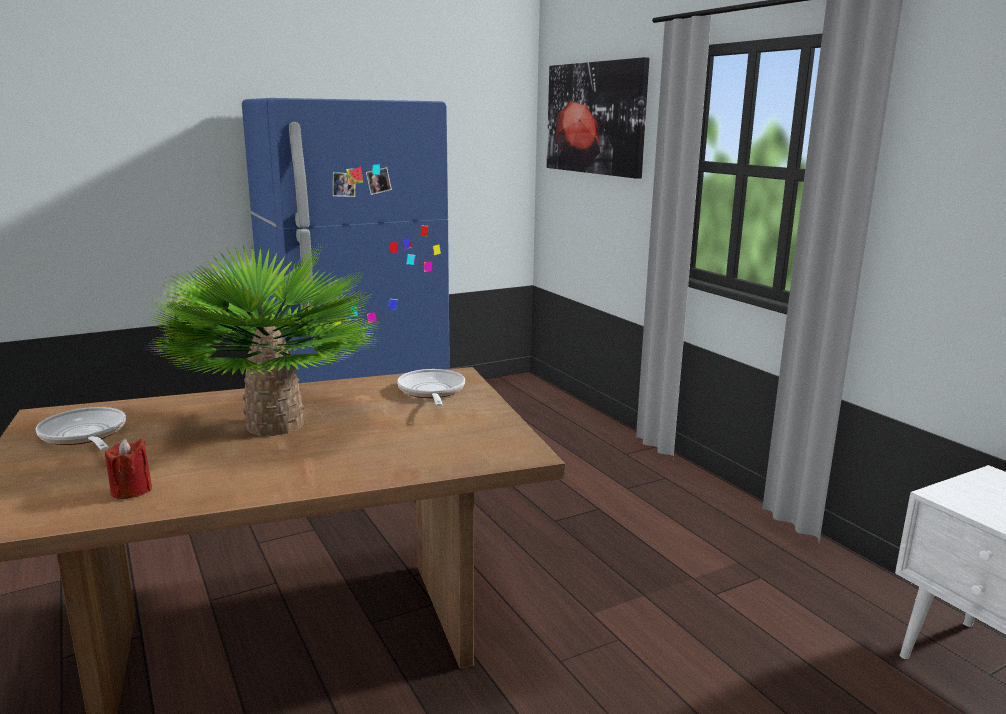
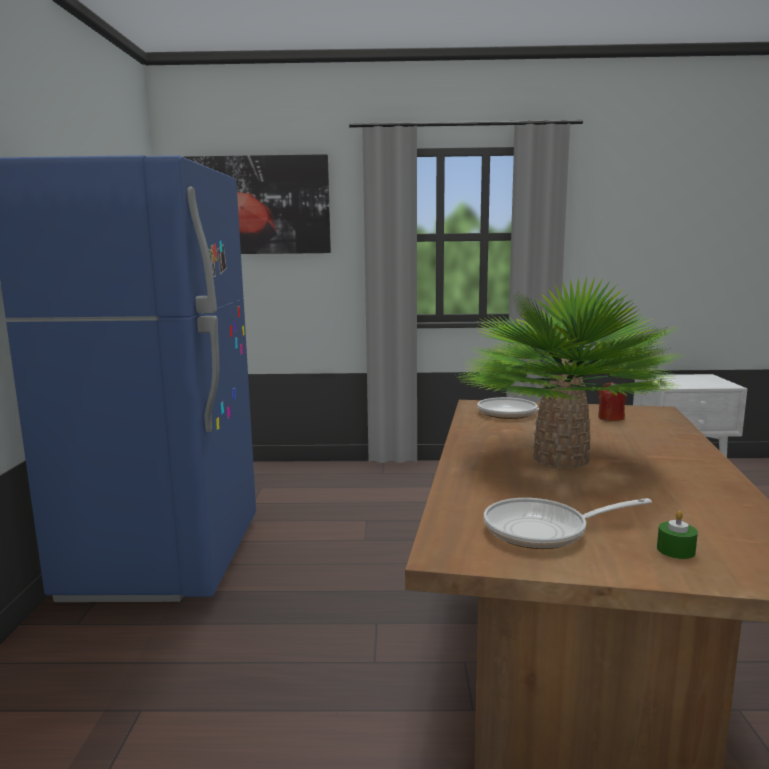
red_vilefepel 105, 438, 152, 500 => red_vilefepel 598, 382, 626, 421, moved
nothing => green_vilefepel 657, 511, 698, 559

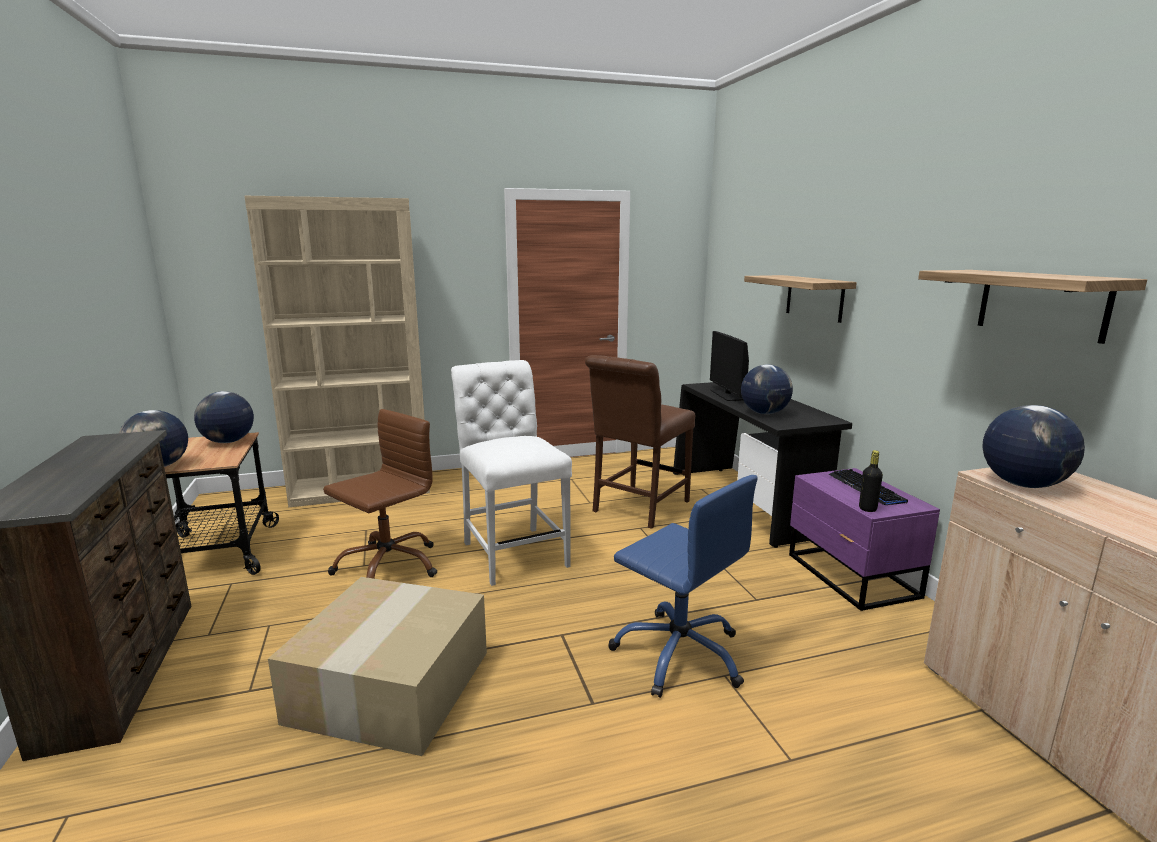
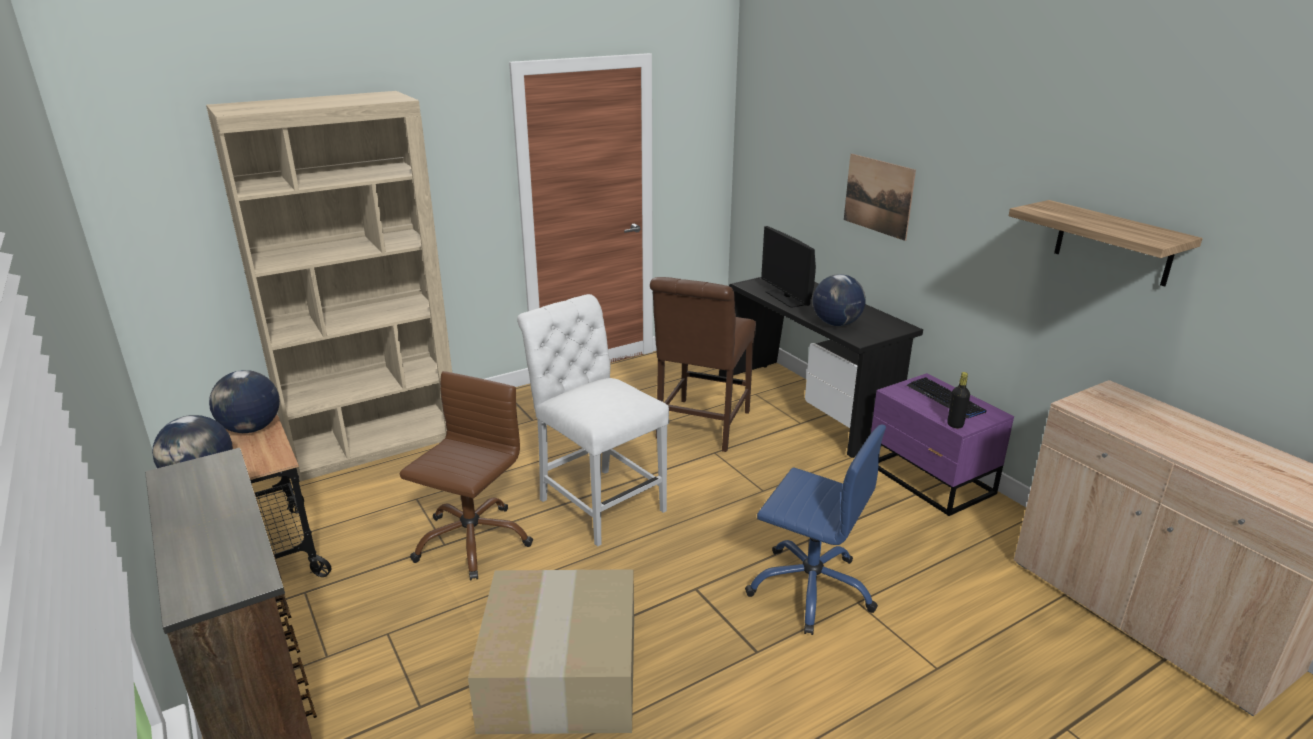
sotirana 744, 275, 857, 323 => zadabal 844, 154, 916, 241
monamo 982, 405, 1085, 488 => nothing

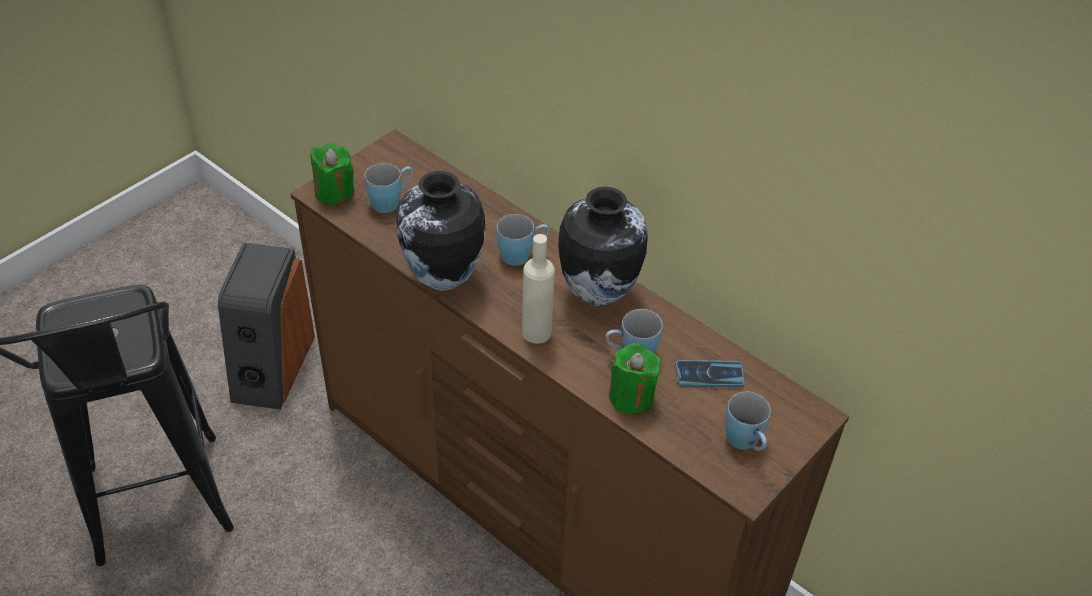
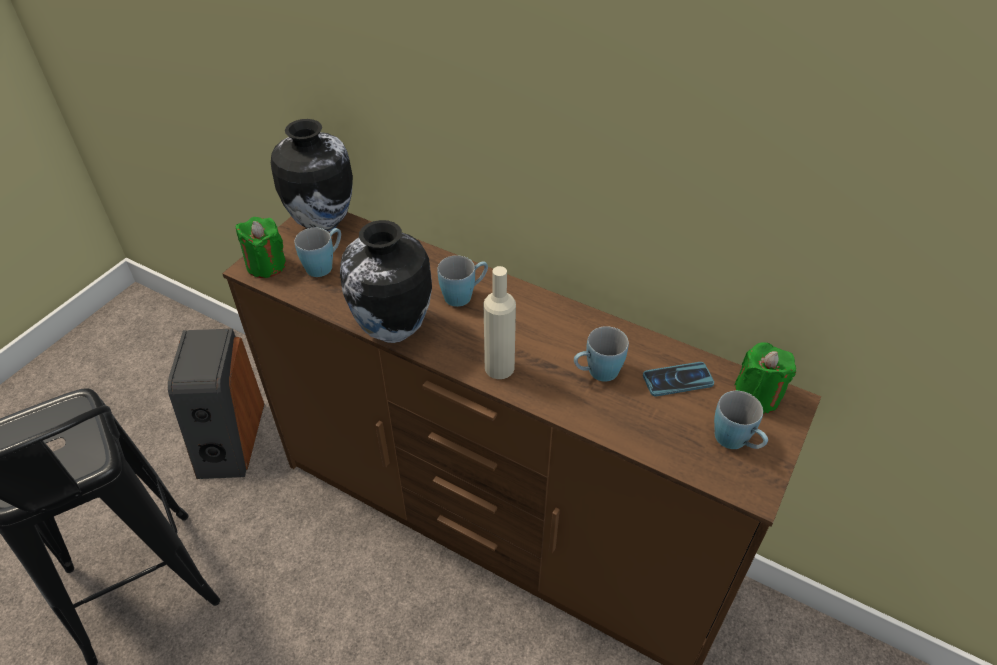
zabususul 558, 187, 648, 307 => zabususul 271, 119, 353, 232, moved
green_vilefepel 609, 343, 661, 414 => green_vilefepel 735, 342, 796, 414, moved

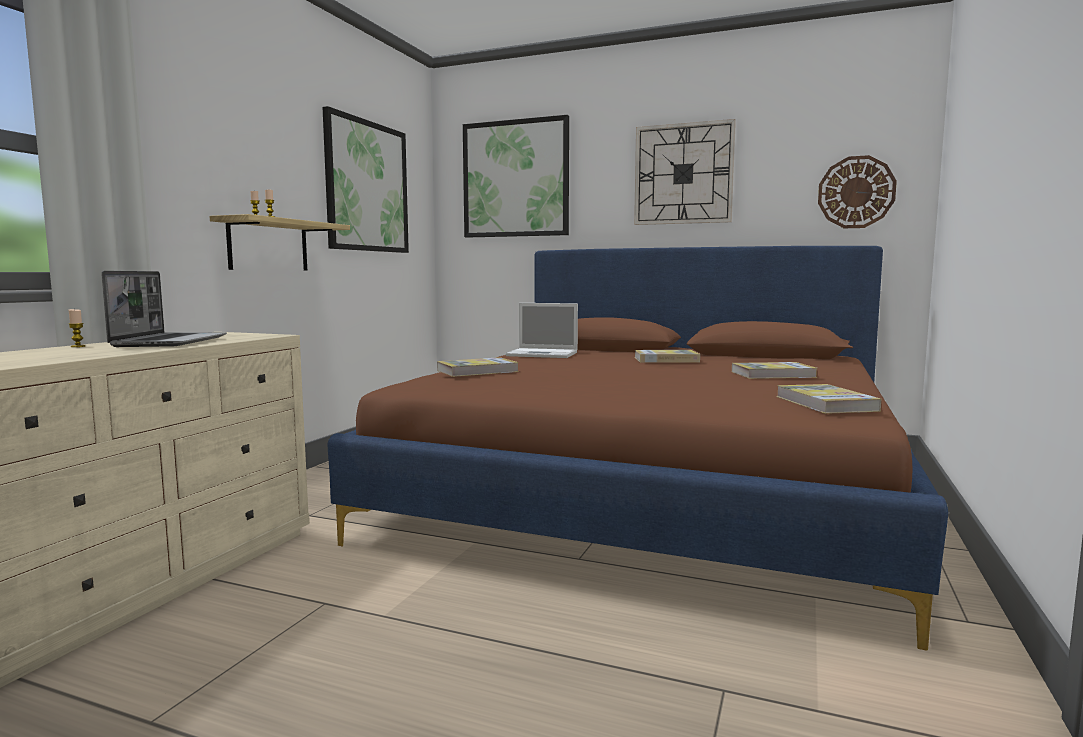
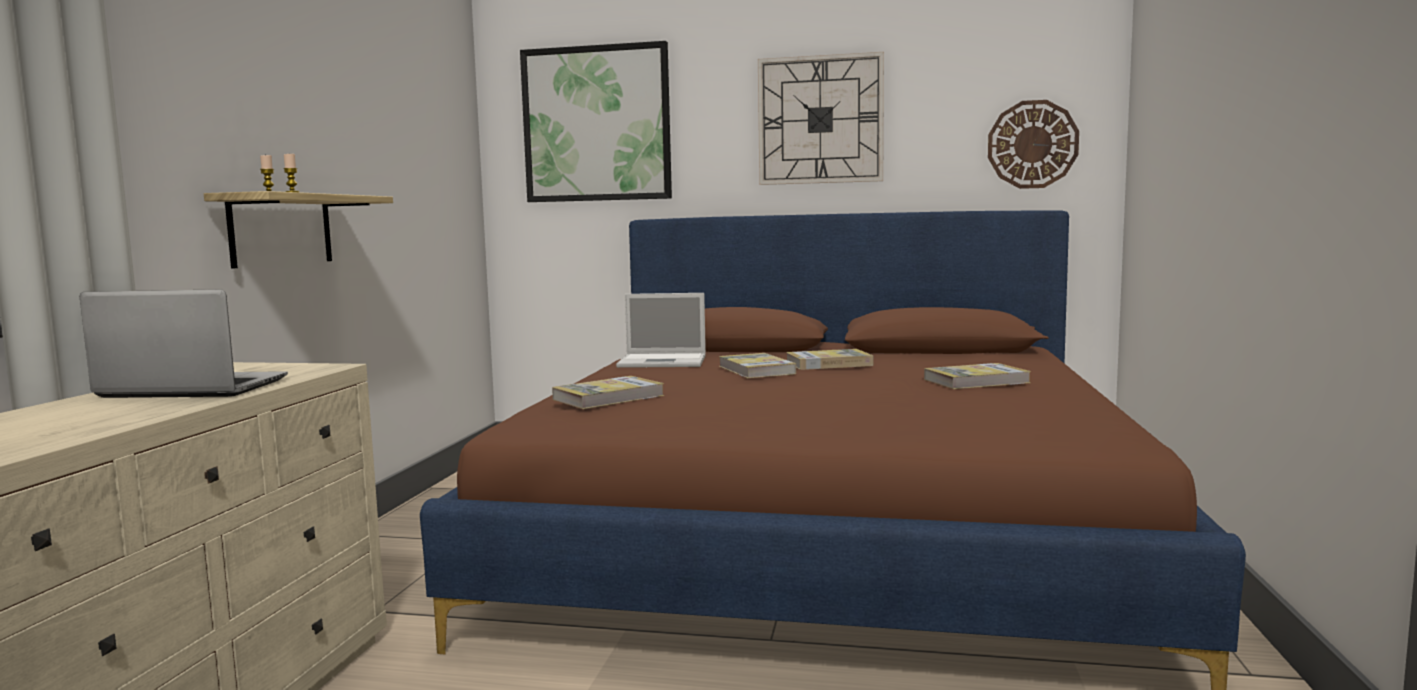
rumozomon 101, 271, 227, 347 => rumozomon 80, 289, 288, 398, 75 degrees counterclockwise
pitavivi 777, 384, 881, 414 => pitavivi 719, 353, 796, 378, moved
vilefepel 68, 309, 86, 347 => nothing
zadabal 322, 106, 409, 253 => nothing

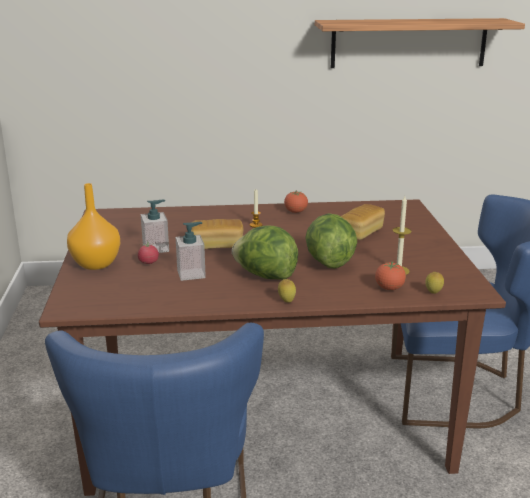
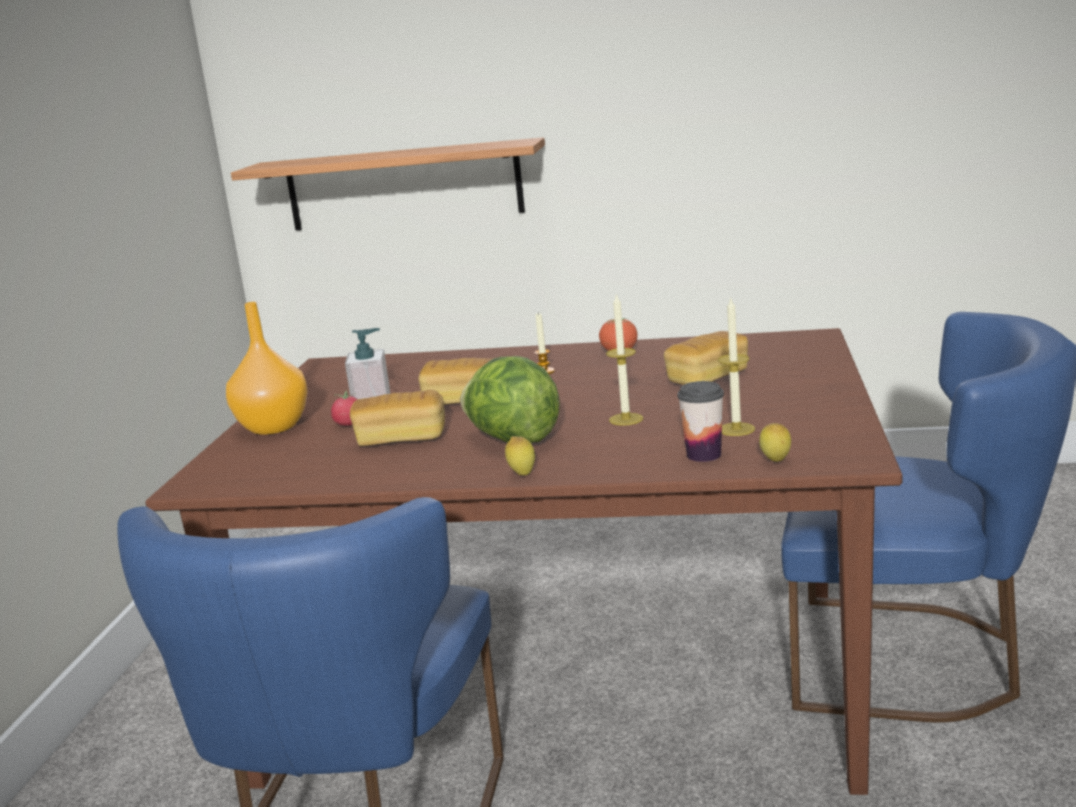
sotirana 315, 18, 525, 68 => sotirana 231, 137, 545, 230, moved
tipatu 176, 222, 206, 281 => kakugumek 350, 390, 445, 446
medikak 305, 213, 357, 269 => vilefepel 606, 294, 643, 426
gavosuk 375, 261, 406, 290 => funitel 677, 381, 724, 462

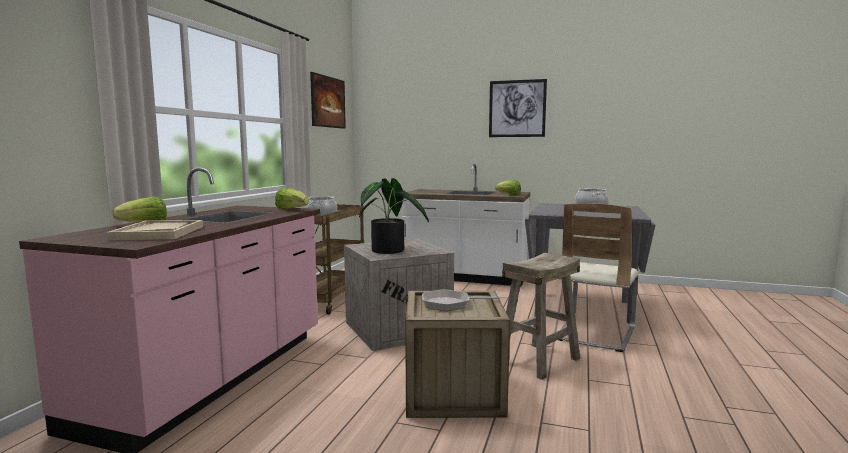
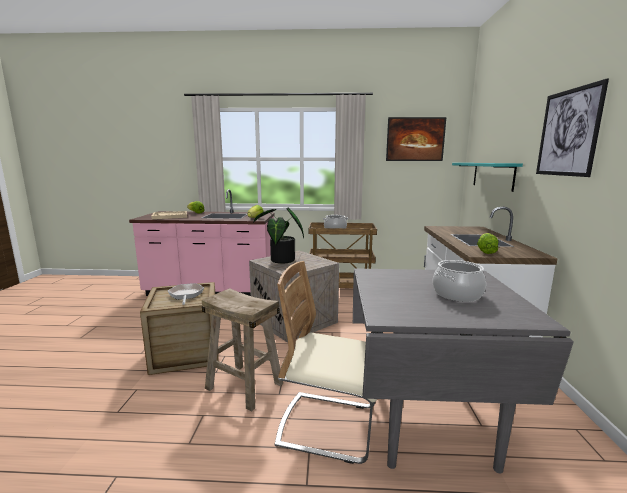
nothing => turquoise_sotirana 452, 163, 523, 192

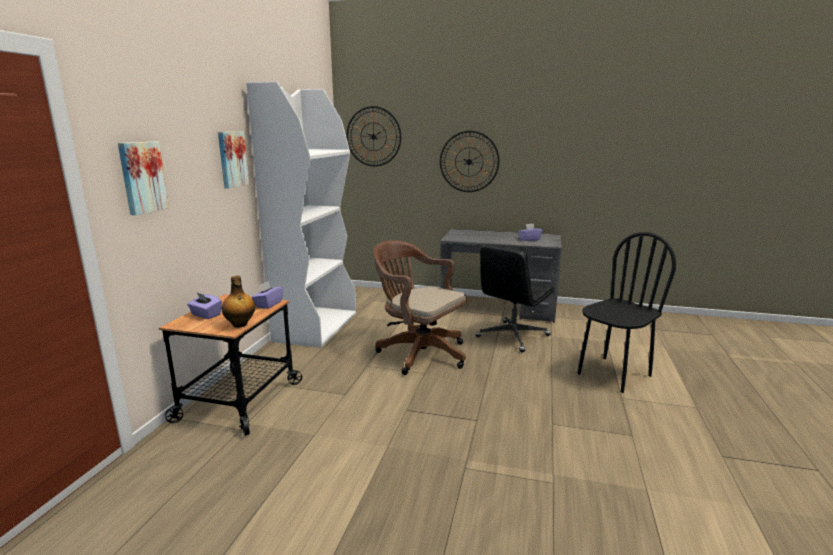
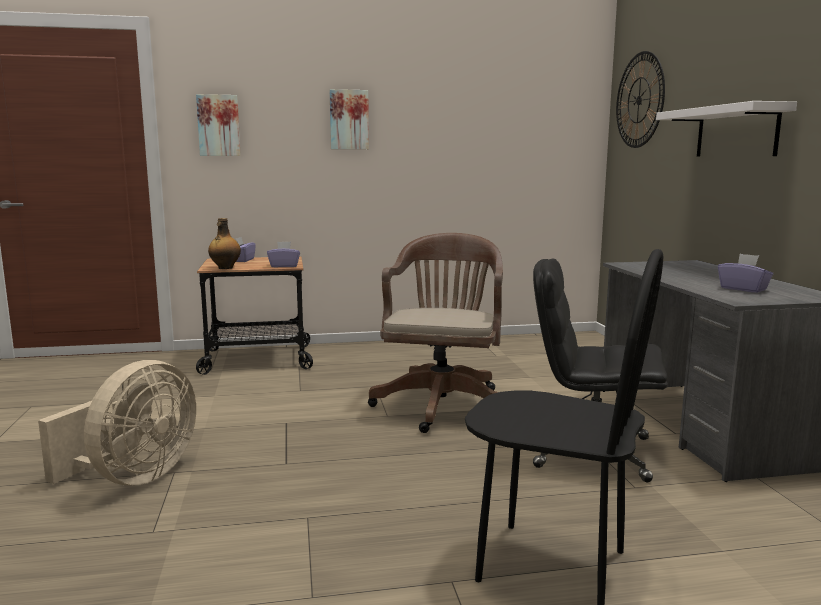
nothing => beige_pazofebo 38, 360, 196, 486
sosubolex 440, 131, 499, 192 => white_sotirana 656, 101, 797, 157
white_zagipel 246, 82, 356, 348 => nothing

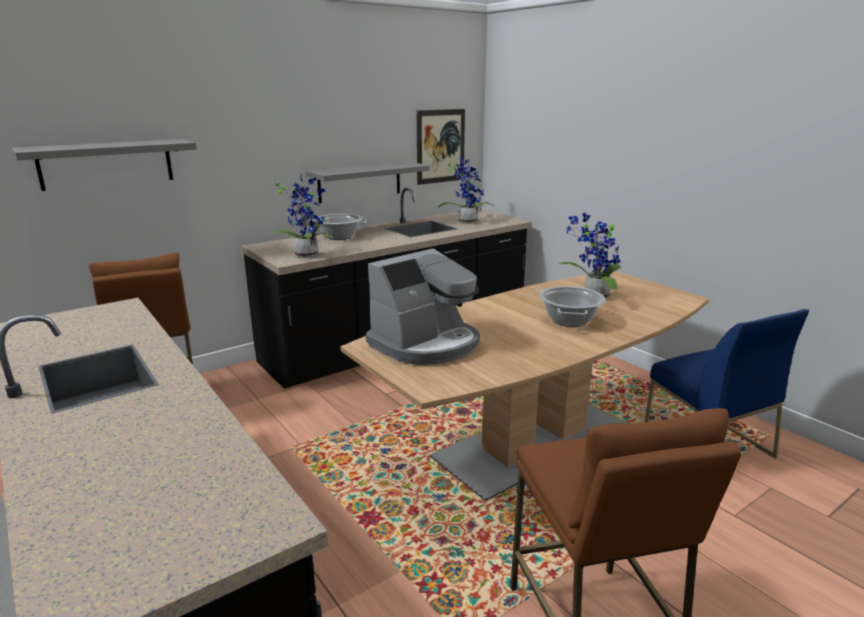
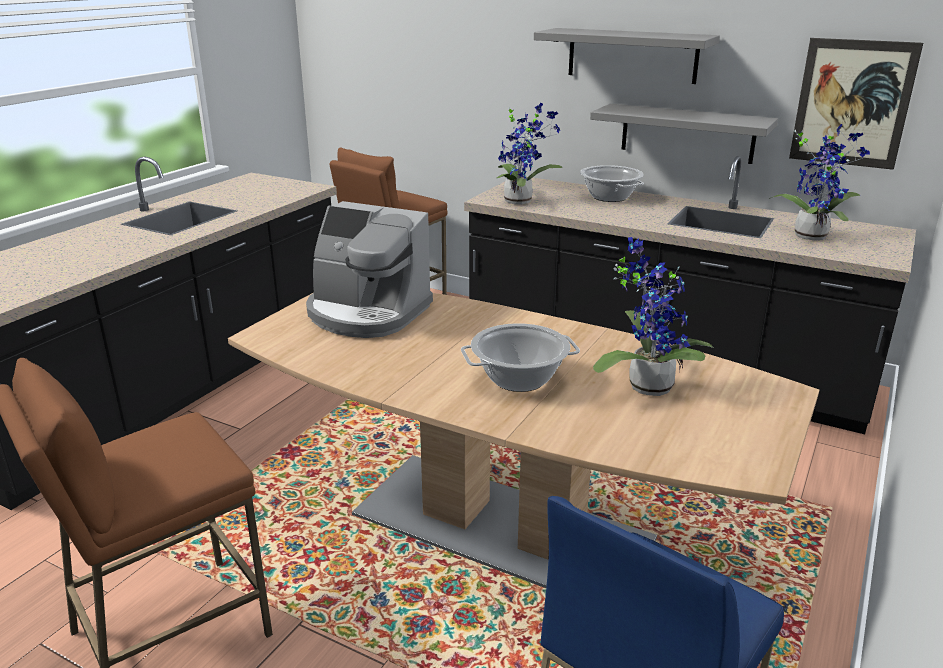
grey_sotirana 12, 139, 197, 191 => grey_sotirana 534, 28, 720, 84, moved

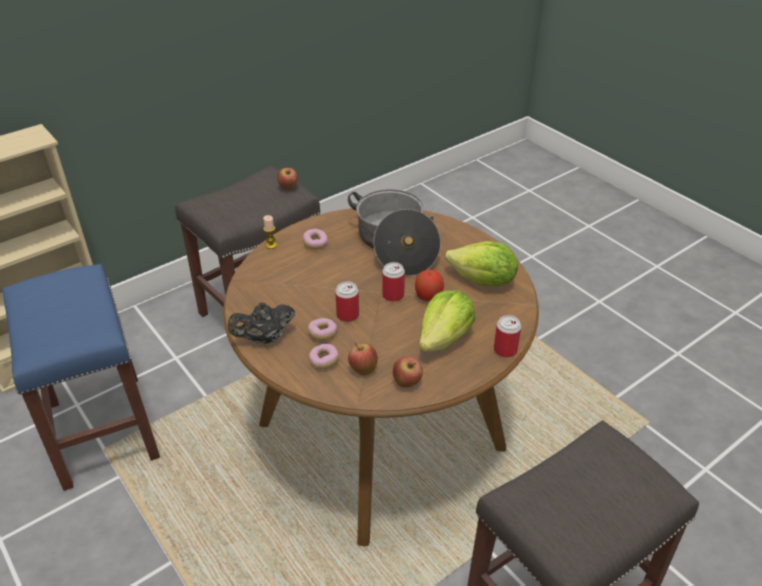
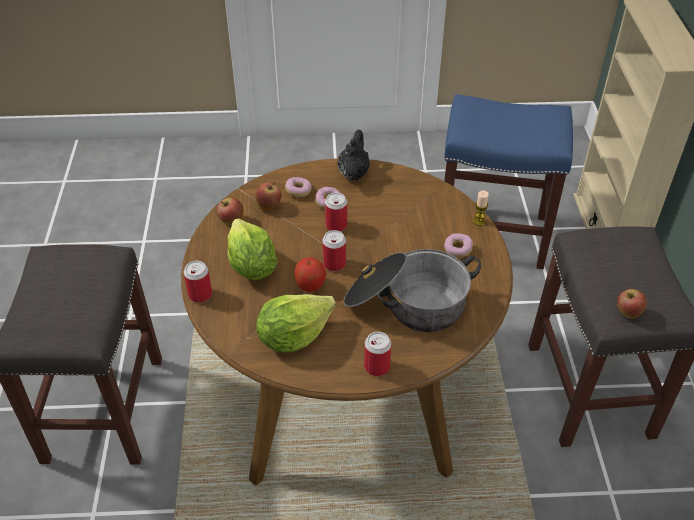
nothing => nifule 364, 332, 391, 376

